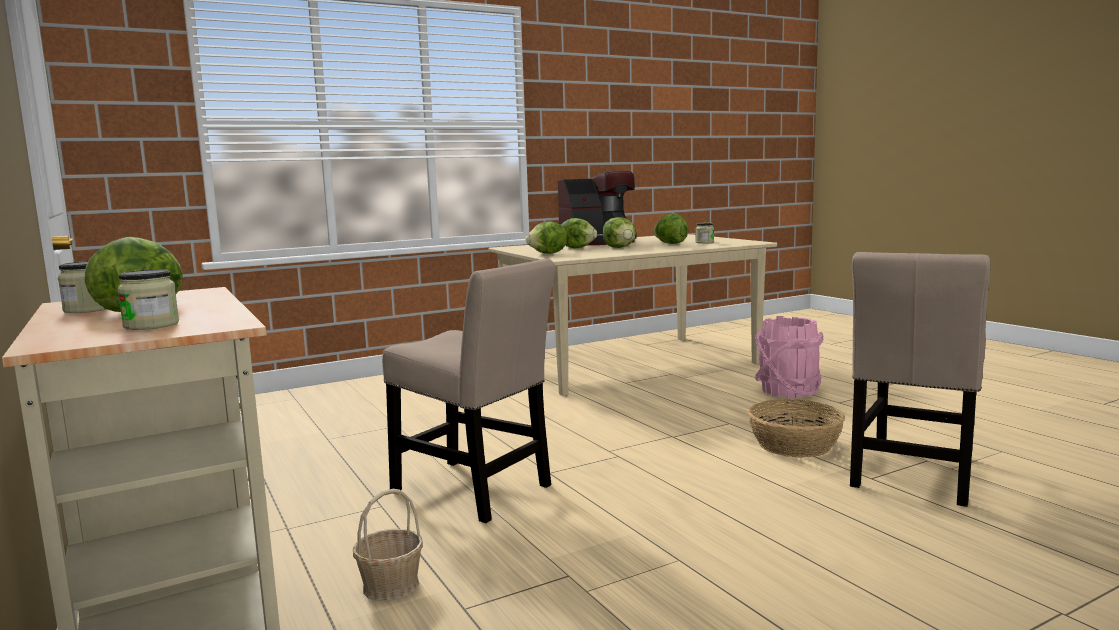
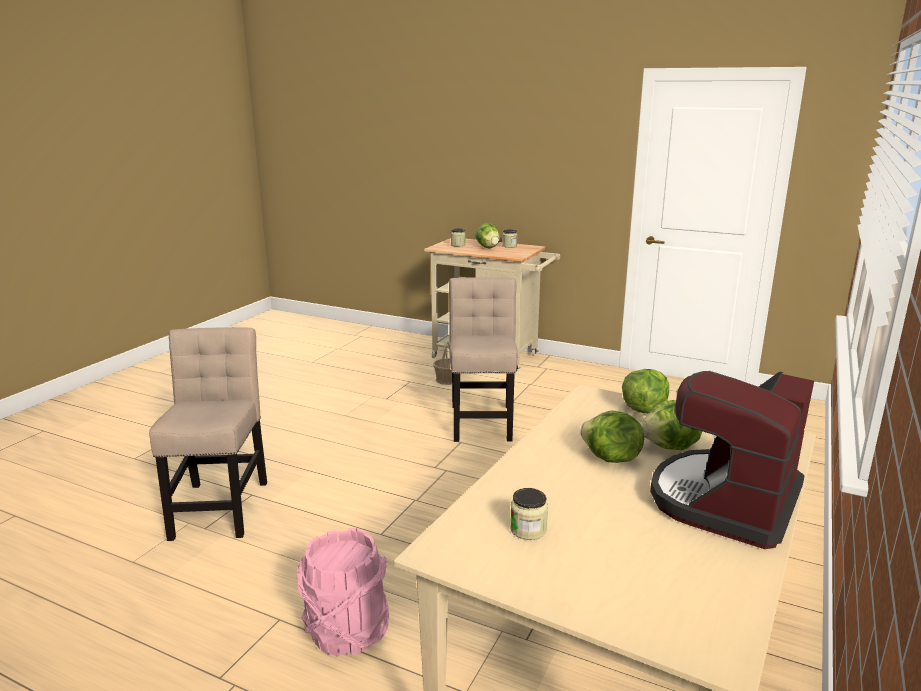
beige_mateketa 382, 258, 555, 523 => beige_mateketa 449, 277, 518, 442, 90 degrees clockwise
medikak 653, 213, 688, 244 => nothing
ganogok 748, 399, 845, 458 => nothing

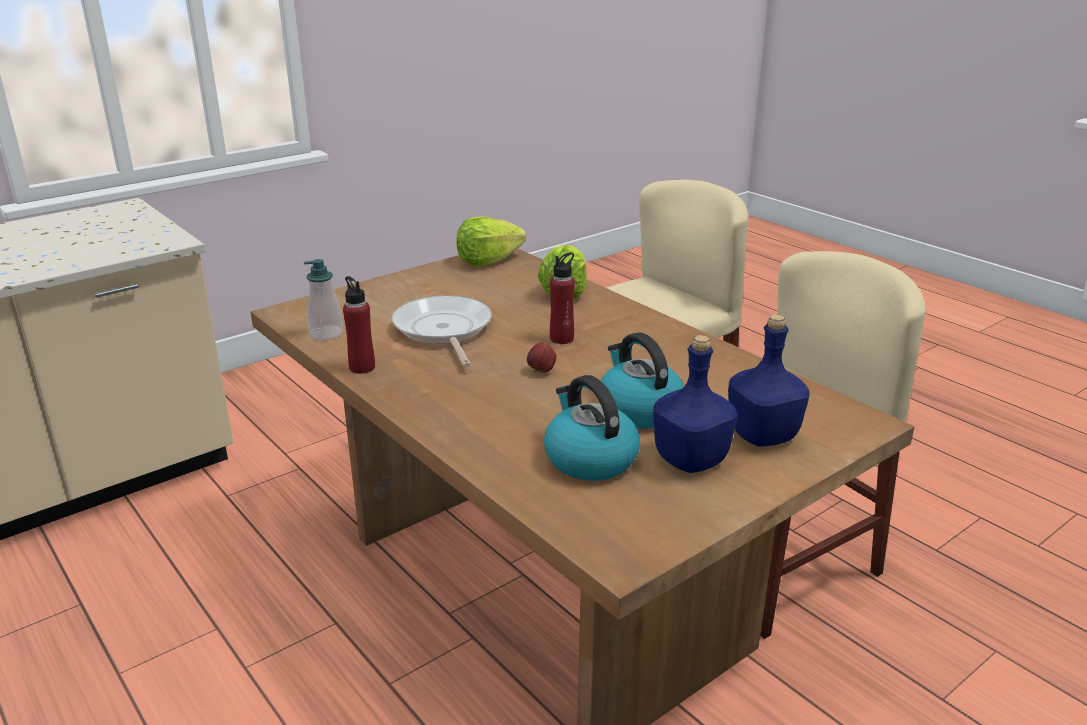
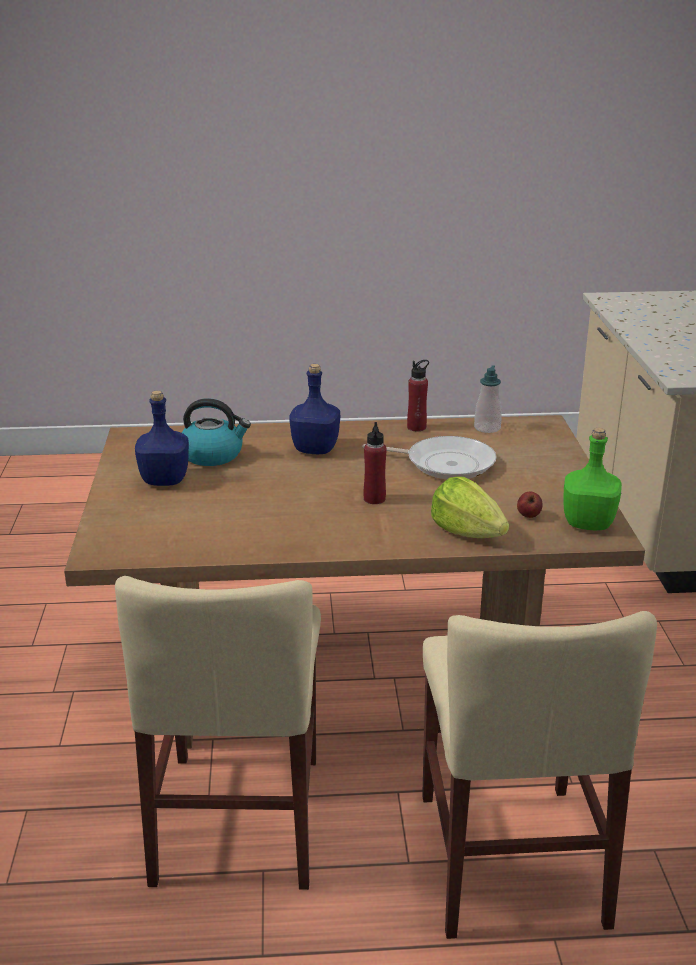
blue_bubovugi 728, 314, 810, 446 => blue_bubovugi 290, 364, 340, 454, moved
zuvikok 527, 343, 556, 373 => zuvikok 517, 492, 543, 518, moved
medikak 457, 216, 526, 266 => green_bubovugi 564, 428, 622, 530
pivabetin 600, 332, 684, 429 => nothing

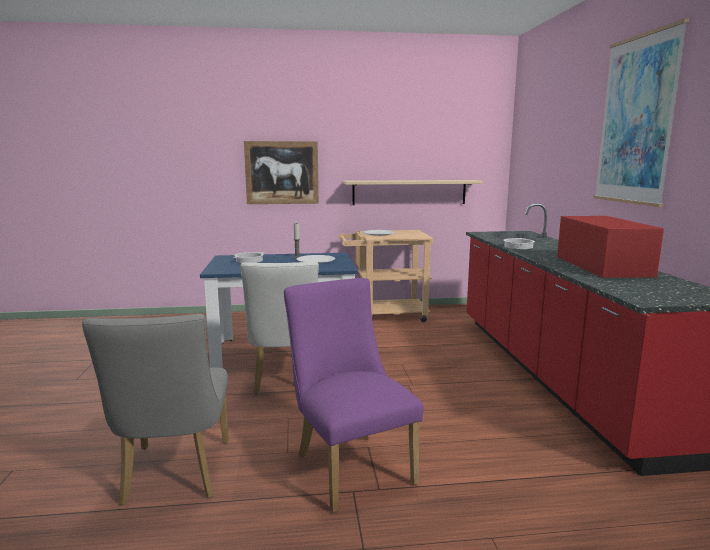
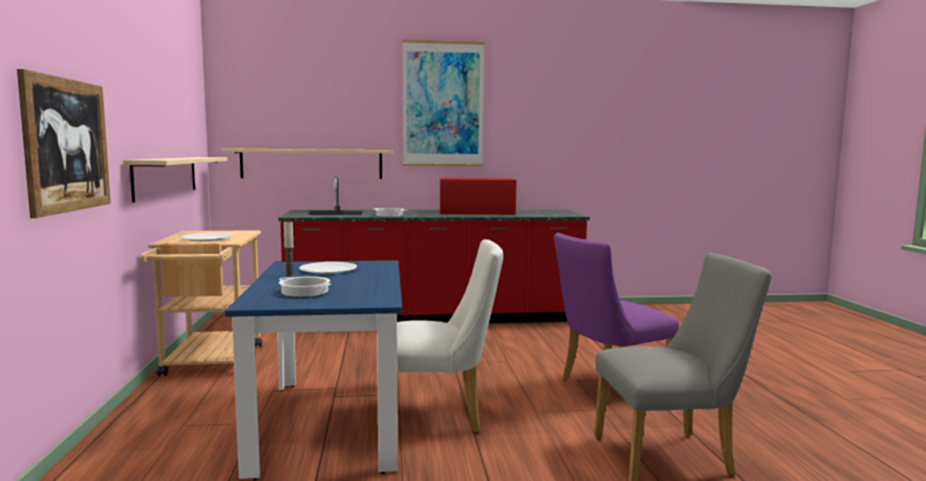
nothing => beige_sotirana 221, 148, 393, 179

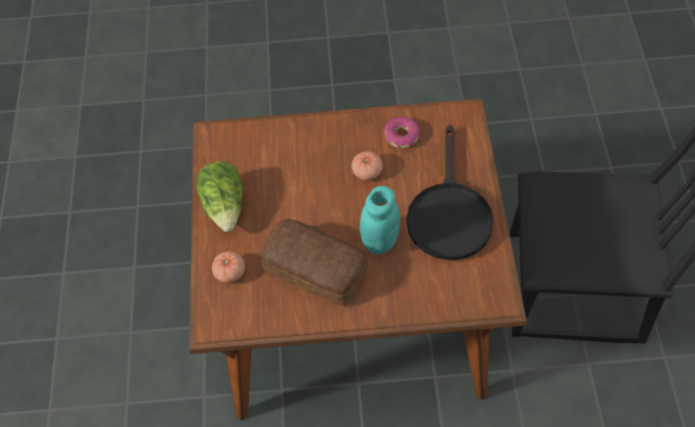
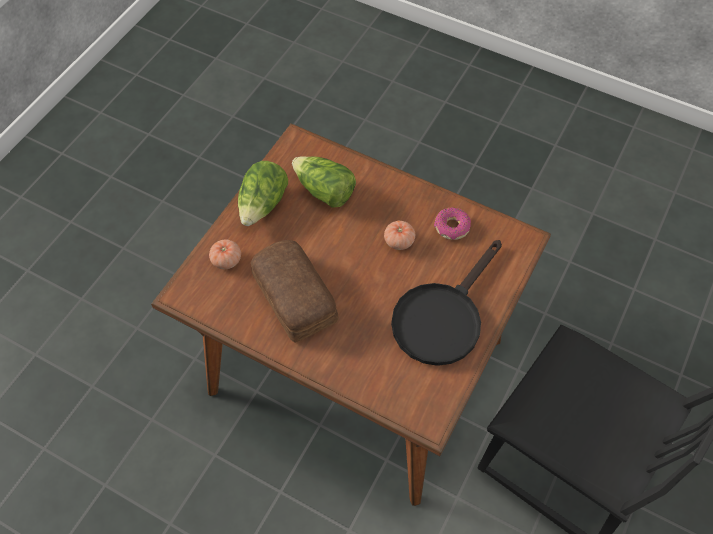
nothing => medikak 292, 156, 356, 208
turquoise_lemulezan 360, 186, 400, 254 => nothing

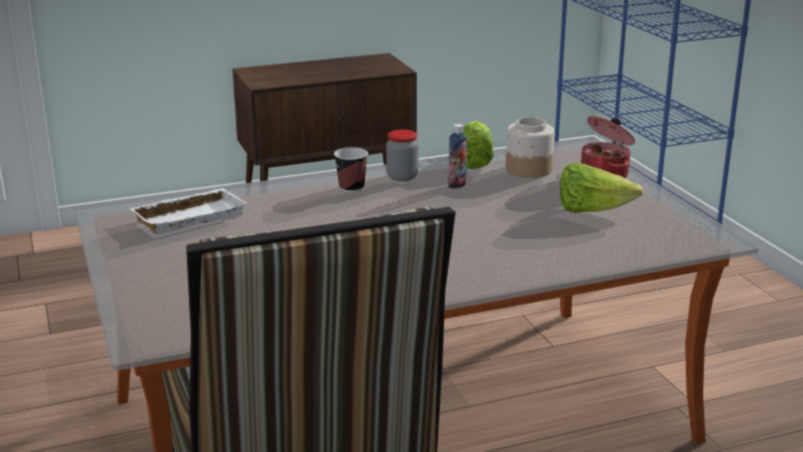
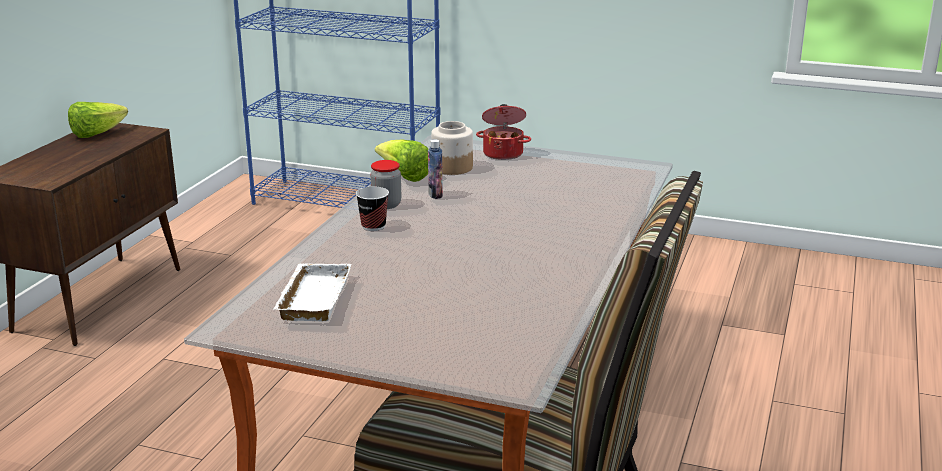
medikak 560, 163, 643, 213 => medikak 68, 102, 128, 138, moved

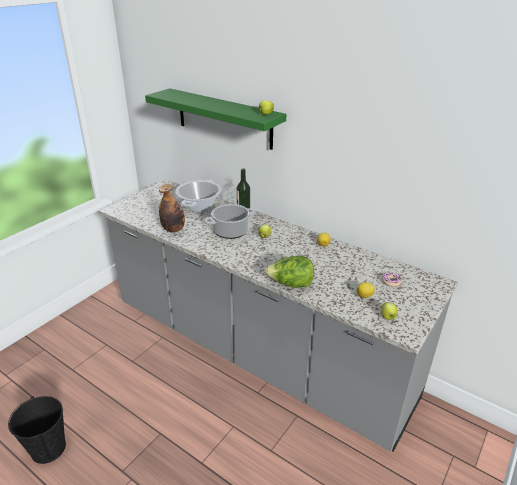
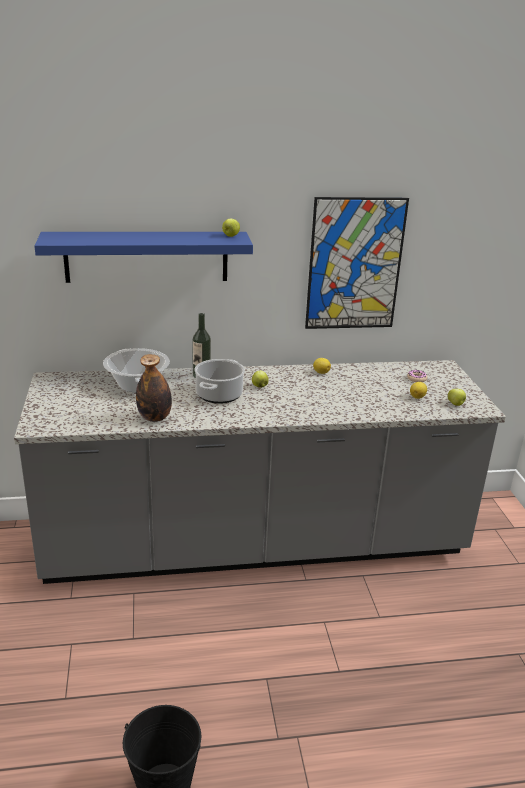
green_sotirana 145, 88, 286, 150 => blue_sotirana 34, 232, 253, 283
nothing => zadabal 305, 197, 409, 329
medikak 265, 255, 314, 288 => nothing

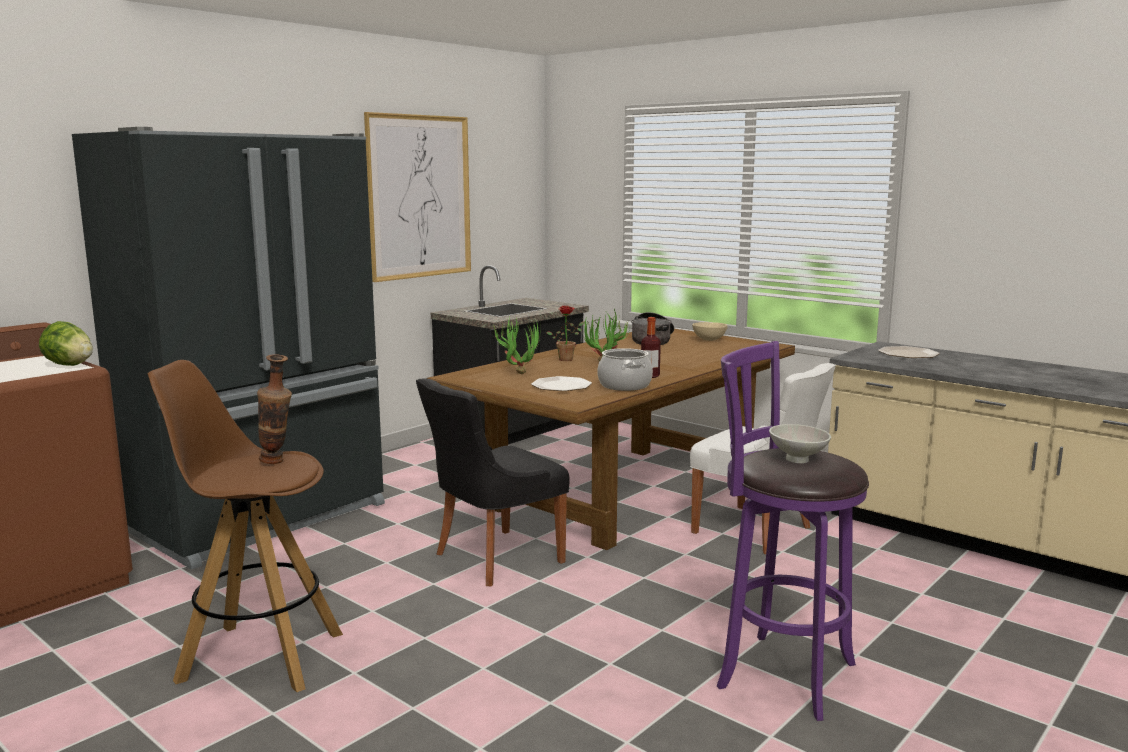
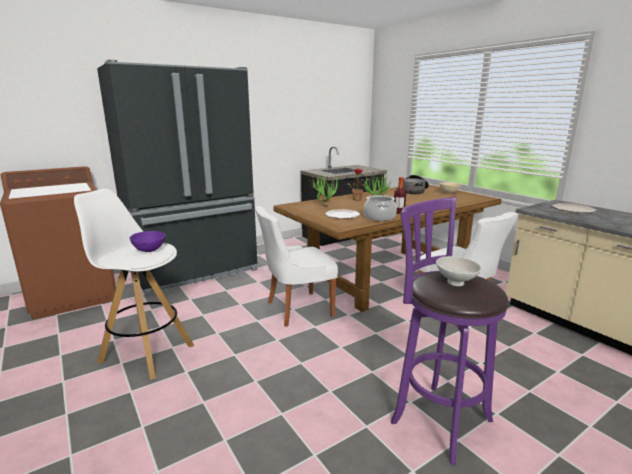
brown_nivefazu 147, 360, 343, 692 => white_nivefazu 74, 189, 194, 380
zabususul 257, 354, 292, 464 => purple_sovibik 130, 231, 165, 252
black_mateketa 416, 378, 570, 586 => white_mateketa 255, 206, 338, 327
medikak 39, 321, 93, 366 => nothing
zadabal 364, 112, 471, 282 => nothing

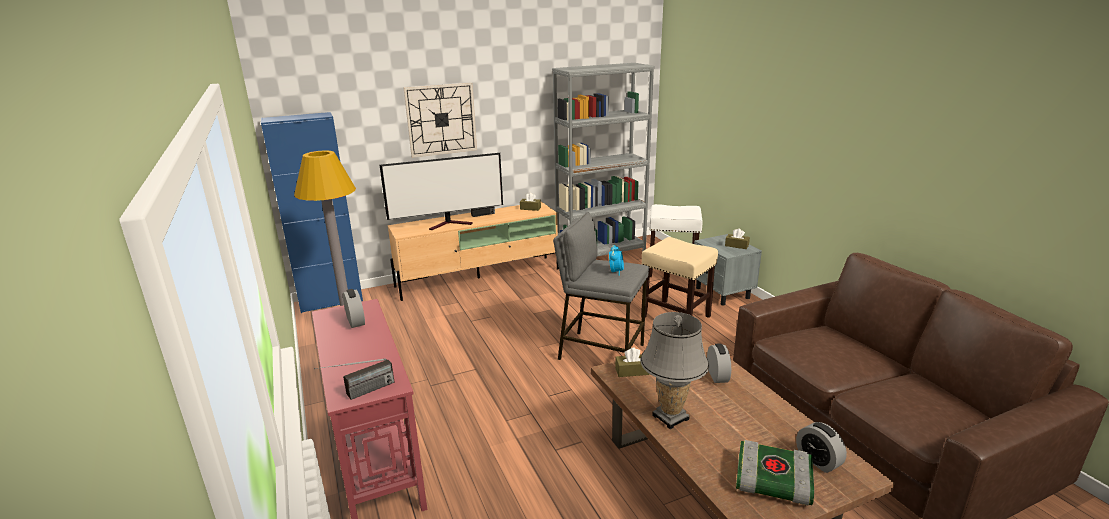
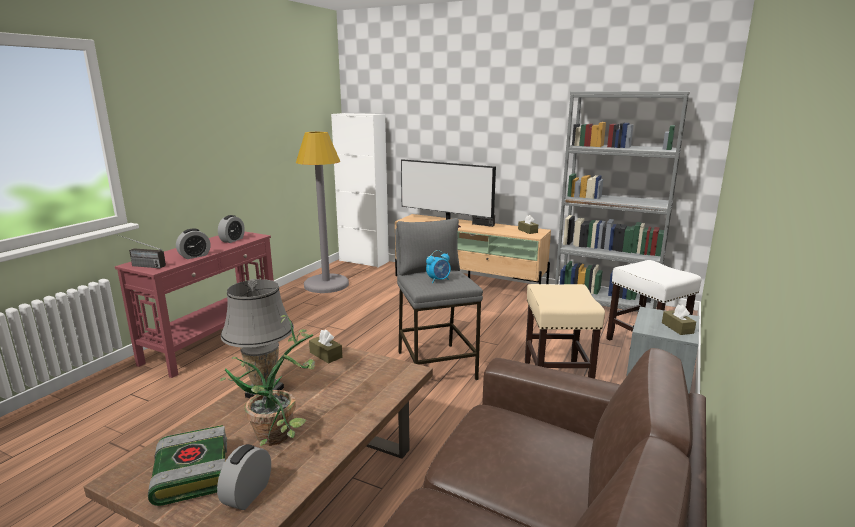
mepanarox 707, 343, 731, 383 => mepanarox 176, 229, 211, 259, moved
nothing => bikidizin 220, 315, 315, 446
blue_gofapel 261, 112, 363, 313 => white_gofapel 331, 113, 389, 268
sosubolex 403, 82, 477, 158 => nothing

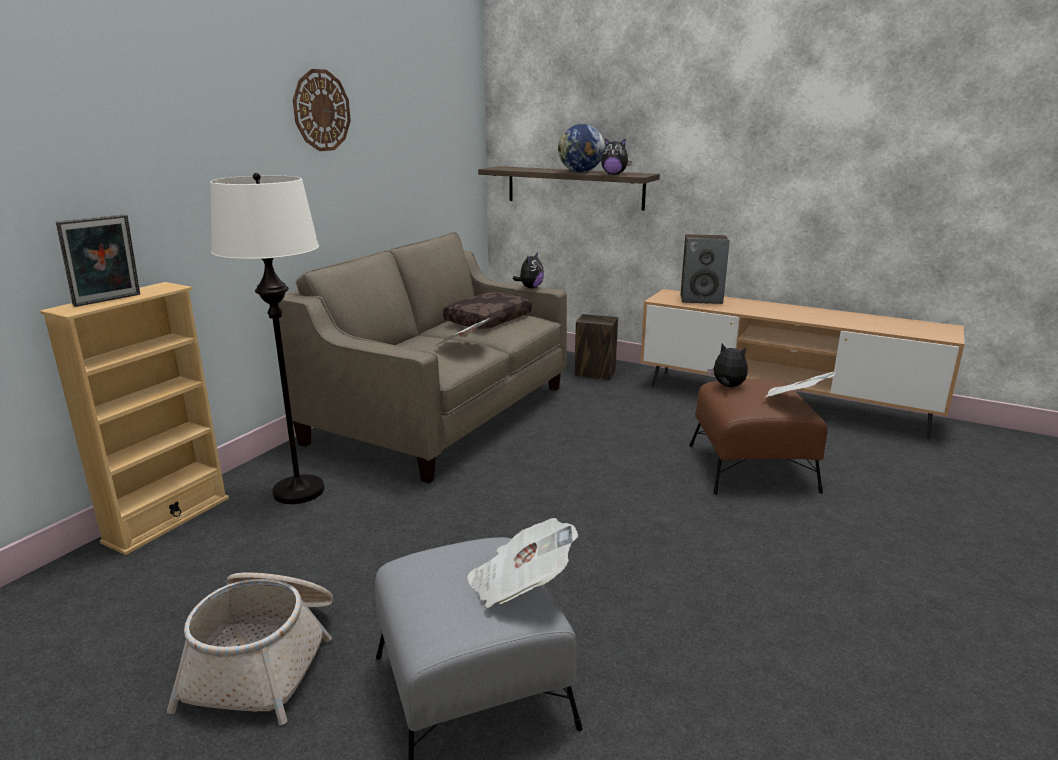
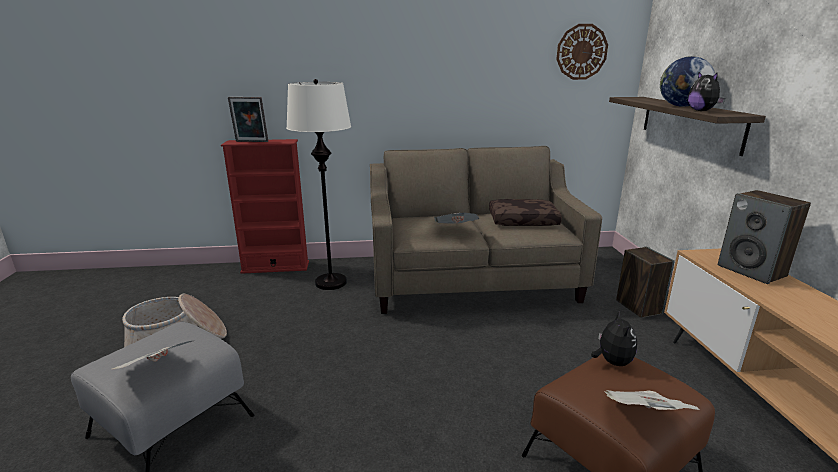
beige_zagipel 40, 282, 229, 555 => red_zagipel 221, 139, 309, 274
sosubolex 293, 69, 351, 151 => sosubolex 556, 24, 608, 80, moved
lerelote 513, 252, 544, 288 => nothing

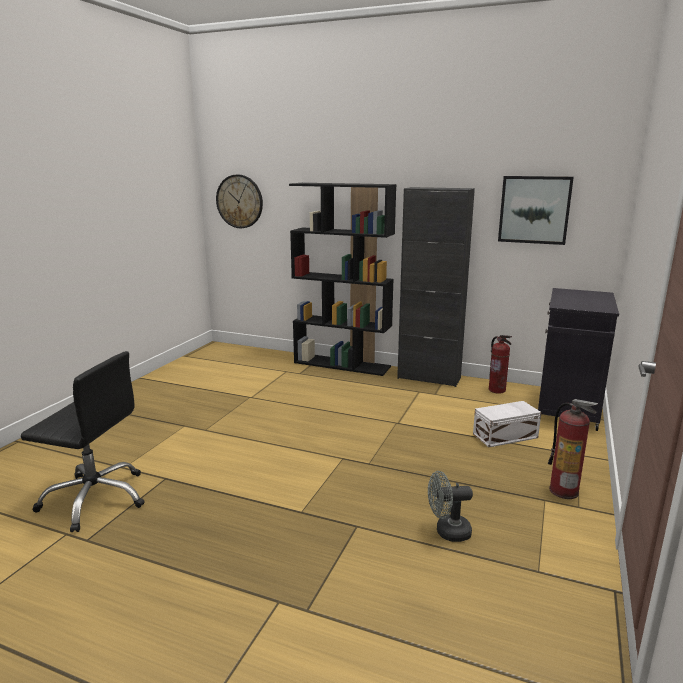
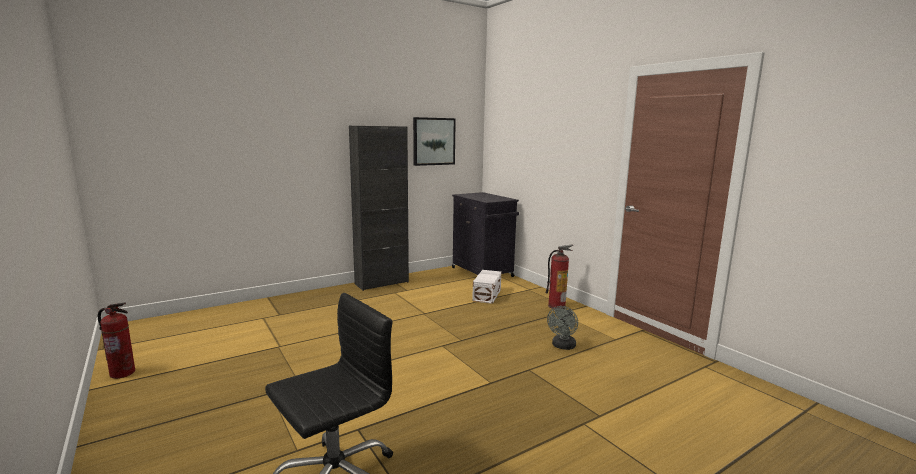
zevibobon 489, 335, 512, 394 => zevibobon 98, 302, 135, 379, moved
sosubolex 216, 175, 263, 228 => nothing
black_zagipel 289, 183, 396, 376 => nothing

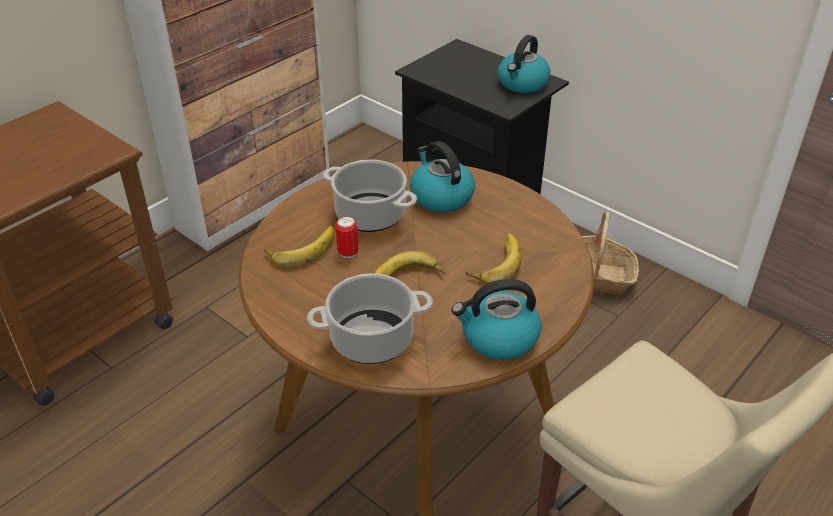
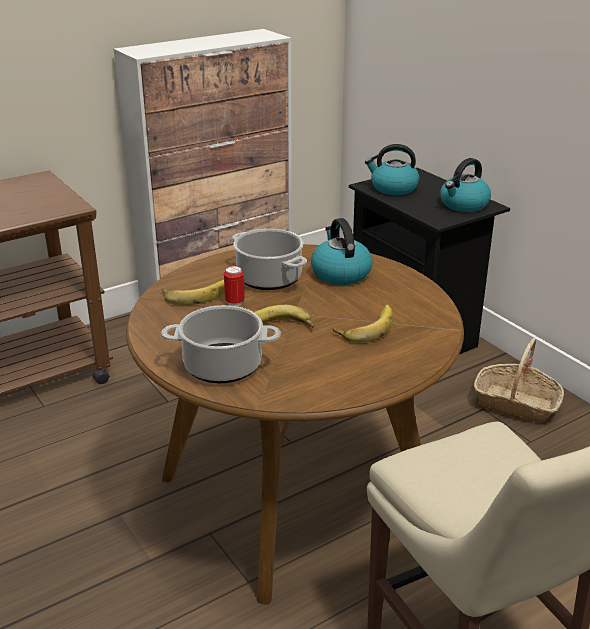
pivabetin 452, 279, 542, 360 => pivabetin 365, 144, 419, 195, moved

